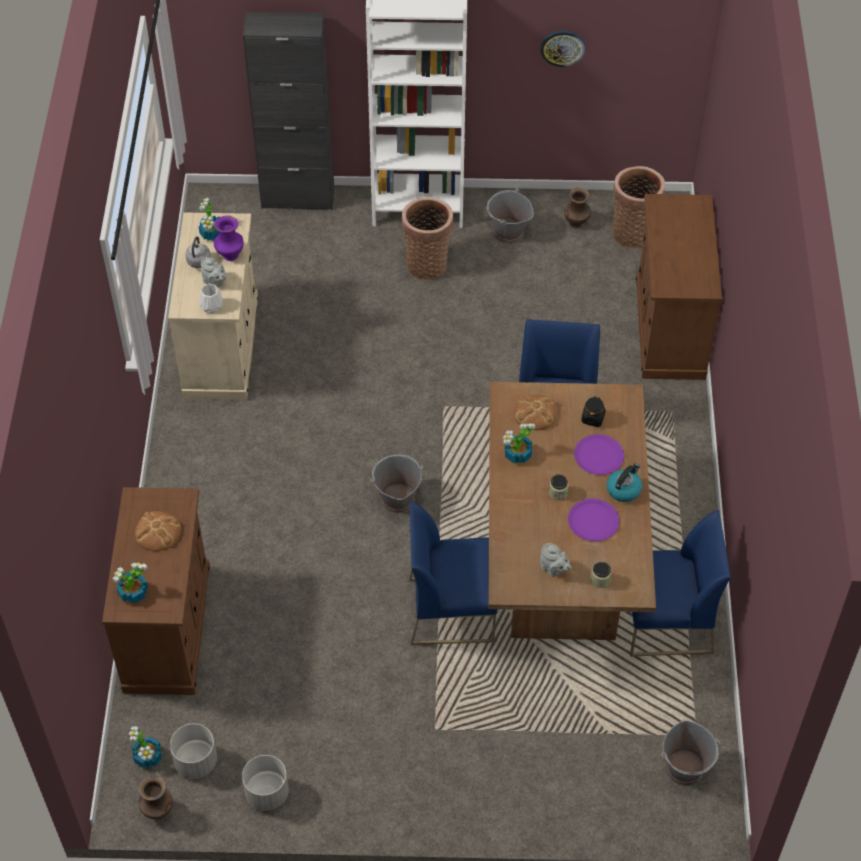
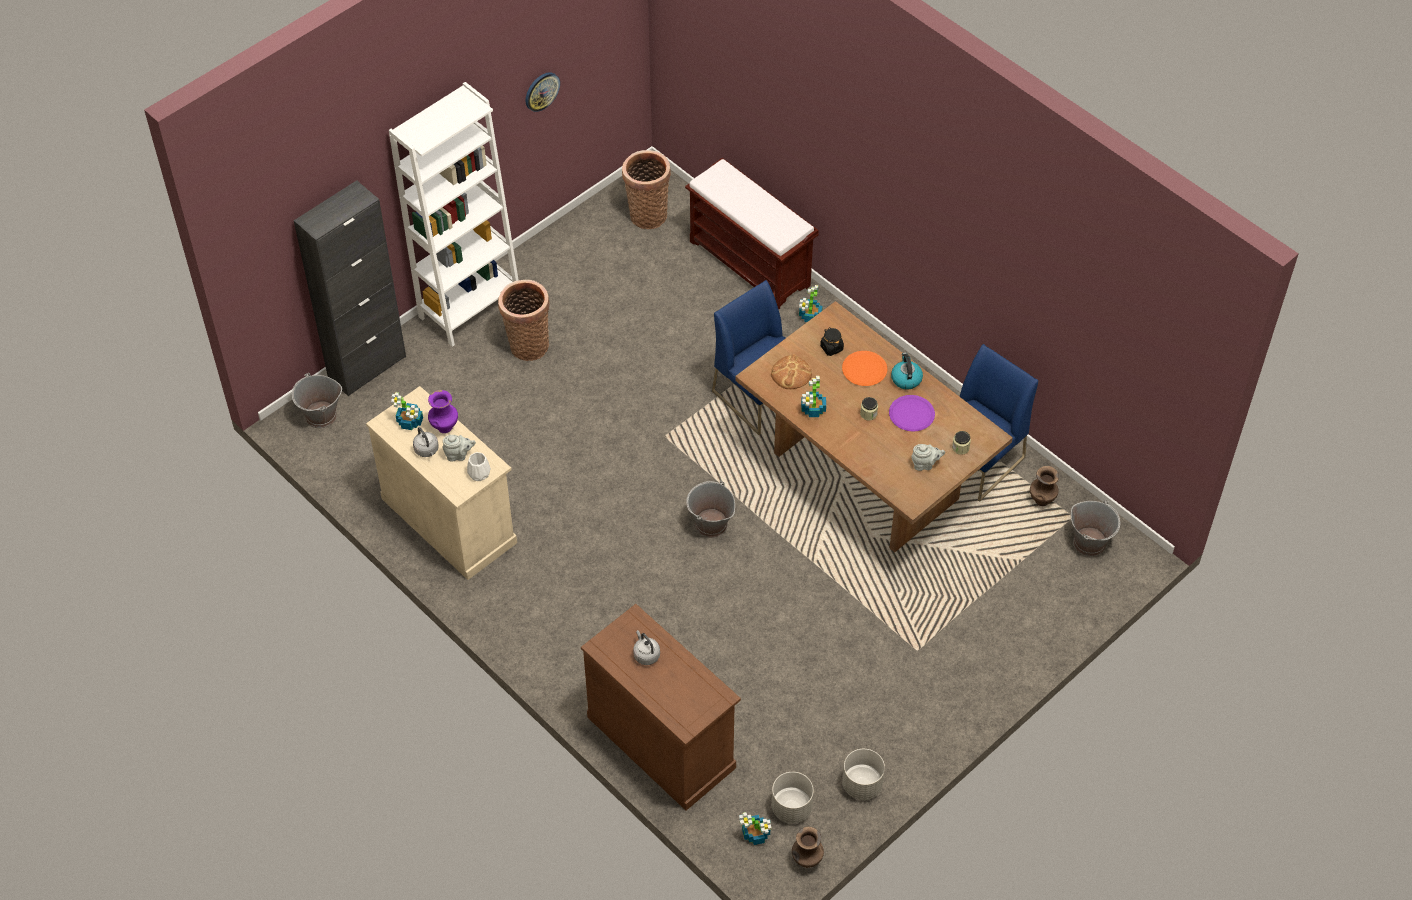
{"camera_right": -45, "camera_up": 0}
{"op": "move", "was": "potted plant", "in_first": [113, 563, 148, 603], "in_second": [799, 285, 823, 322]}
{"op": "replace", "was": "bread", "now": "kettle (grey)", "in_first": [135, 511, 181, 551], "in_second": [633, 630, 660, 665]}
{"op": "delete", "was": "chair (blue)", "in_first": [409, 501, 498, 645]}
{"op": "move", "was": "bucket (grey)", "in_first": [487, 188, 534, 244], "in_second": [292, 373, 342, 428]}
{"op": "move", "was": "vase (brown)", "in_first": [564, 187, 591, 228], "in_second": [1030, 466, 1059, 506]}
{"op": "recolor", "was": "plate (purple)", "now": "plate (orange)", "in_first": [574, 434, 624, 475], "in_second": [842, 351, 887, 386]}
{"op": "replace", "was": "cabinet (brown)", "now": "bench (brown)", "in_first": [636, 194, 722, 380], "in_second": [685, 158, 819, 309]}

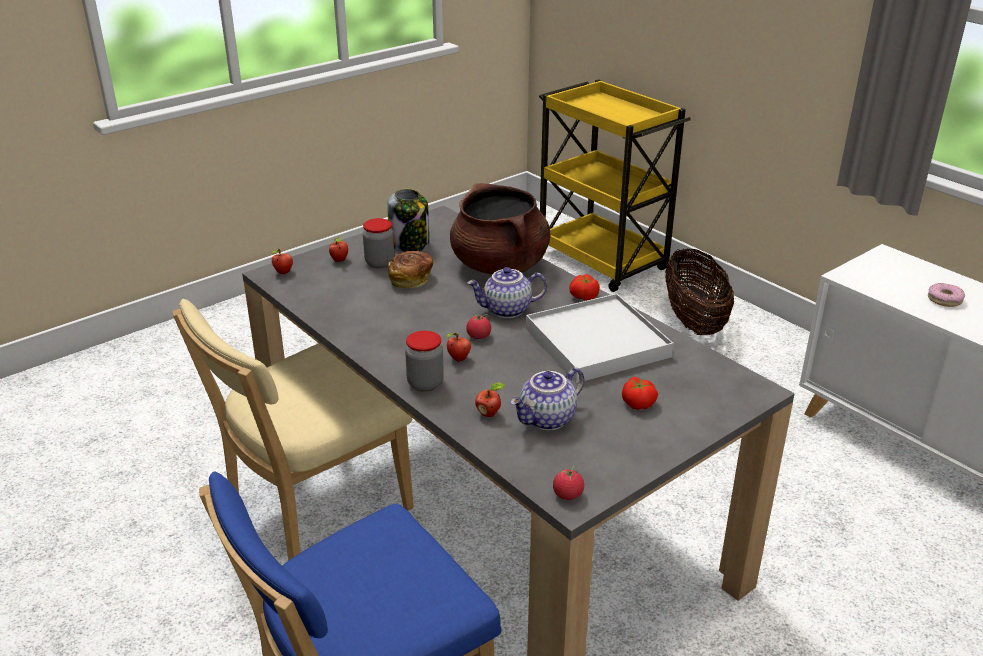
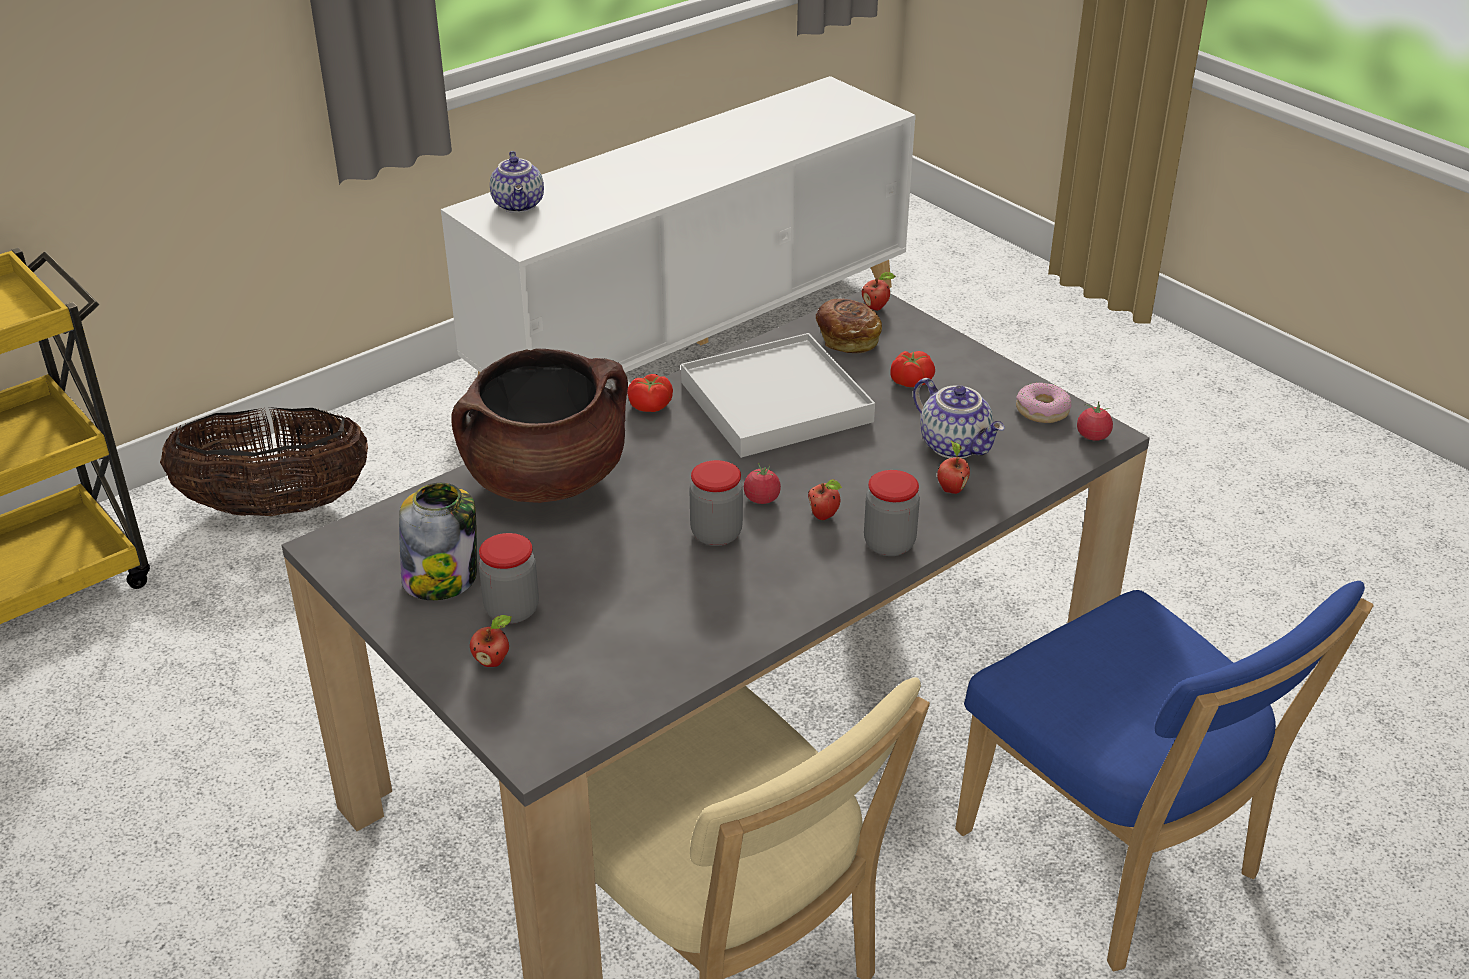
{"camera_right": -90, "camera_up": 5}
{"op": "move", "was": "apple", "in_first": [272, 249, 293, 275], "in_second": [862, 272, 896, 311]}
{"op": "move", "was": "bread", "in_first": [388, 251, 434, 288], "in_second": [816, 299, 882, 353]}
{"op": "move", "was": "teapot", "in_first": [467, 267, 547, 318], "in_second": [490, 151, 544, 213]}
{"op": "move", "was": "donut", "in_first": [928, 283, 965, 307], "in_second": [1016, 382, 1071, 423]}
{"op": "insert", "now": "jar", "in_second": [689, 460, 743, 546]}

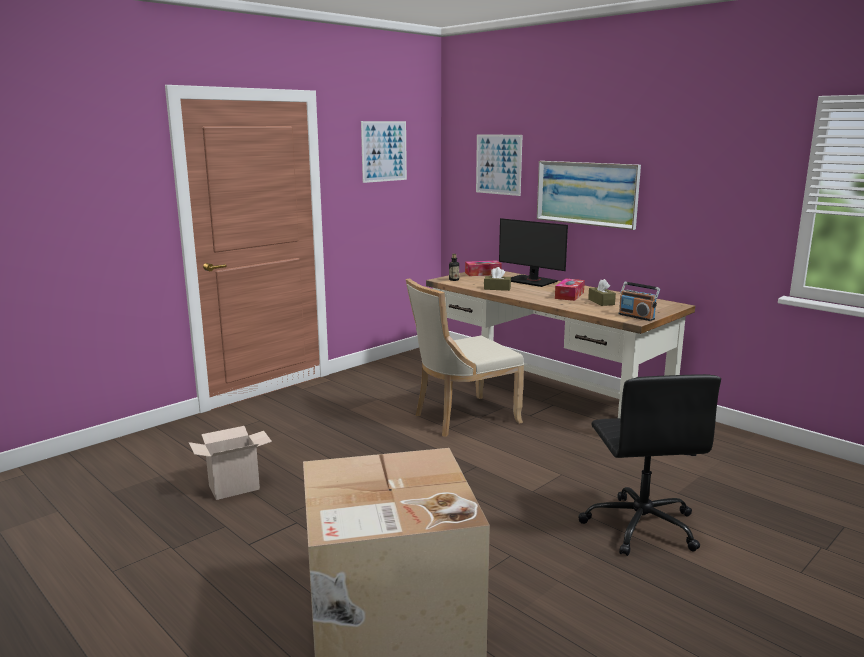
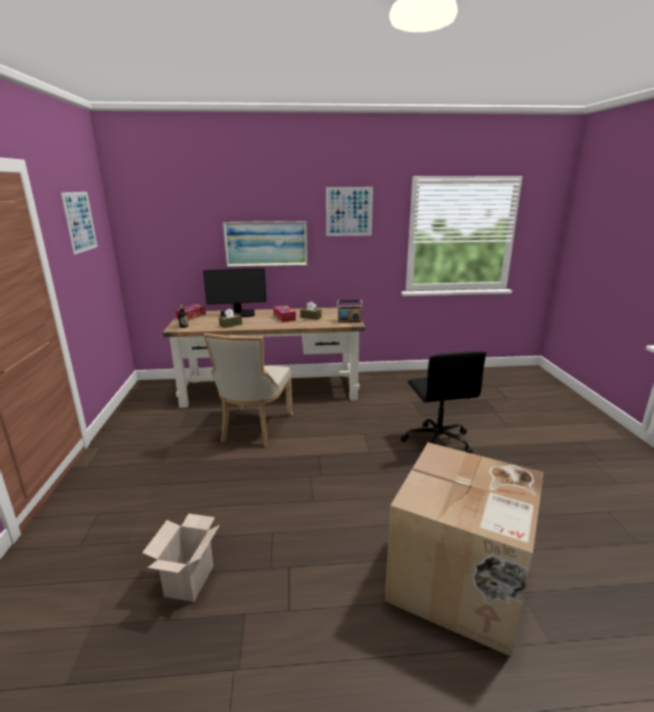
{"camera_right": -50, "camera_up": 5}
{"op": "move", "was": "picture", "in_first": [476, 134, 523, 196], "in_second": [326, 187, 373, 236]}
{"op": "rotate", "was": "office chair (black)", "in_first": [578, 374, 721, 556], "in_second": [401, 351, 486, 453], "clockwise": 45}

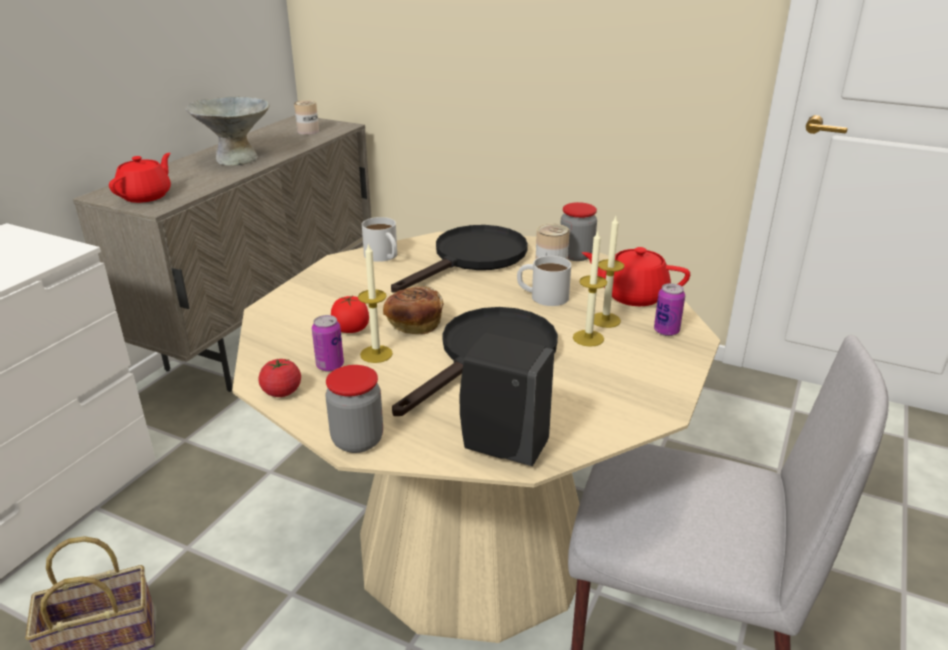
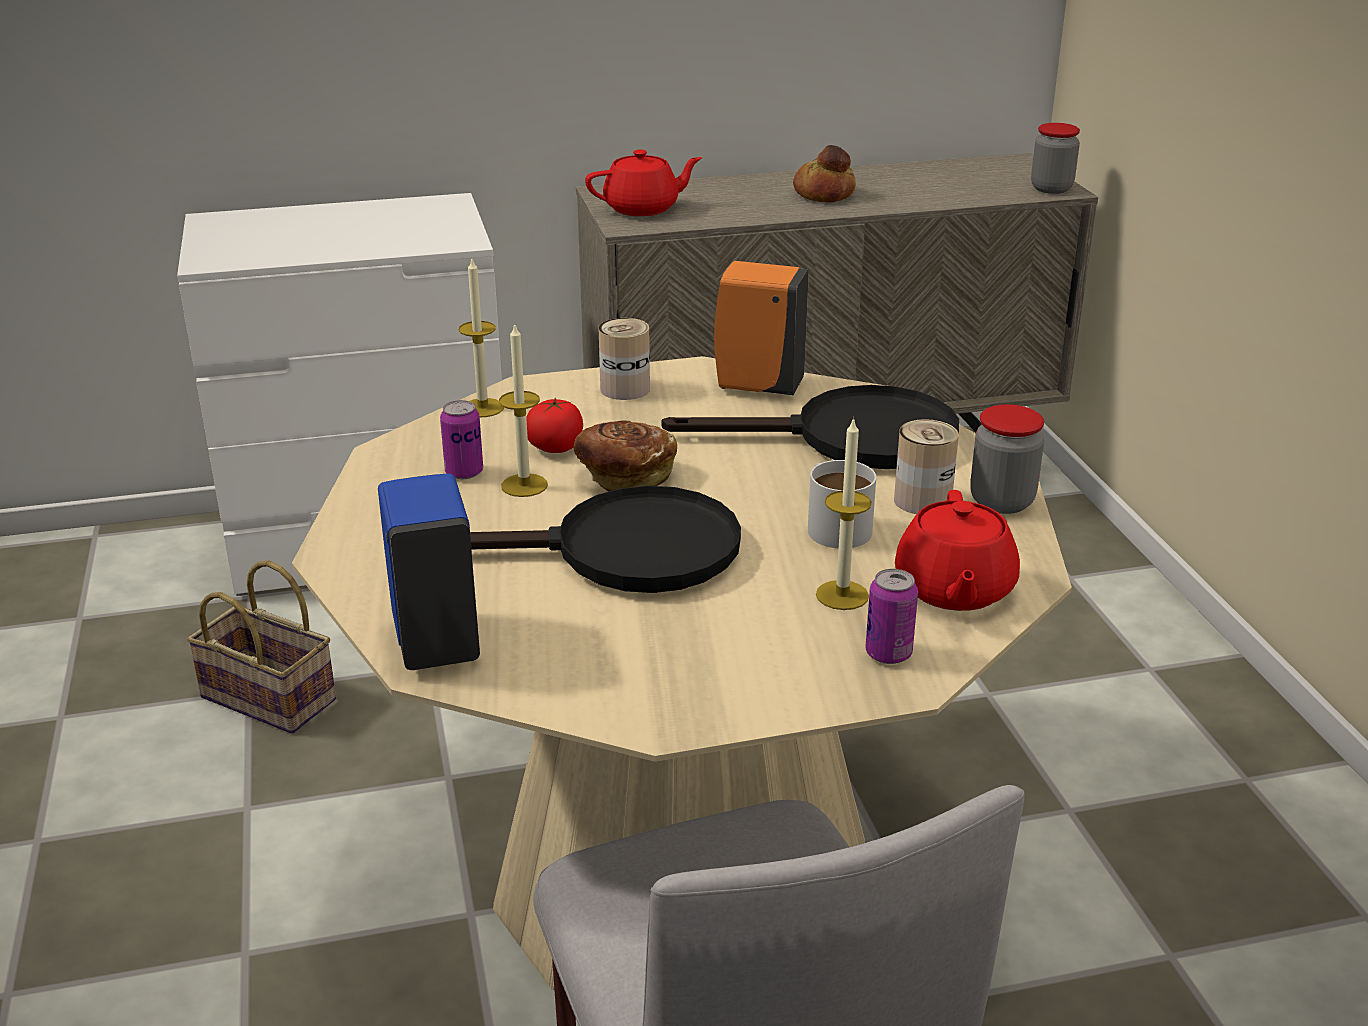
{"camera_right": 50, "camera_up": 0}
{"op": "replace", "was": "bowl (grey)", "now": "bread", "in_first": [185, 97, 269, 166], "in_second": [793, 145, 856, 203]}
{"op": "delete", "was": "tomato", "in_first": [258, 358, 301, 397]}
{"op": "move", "was": "can", "in_first": [294, 100, 319, 135], "in_second": [598, 318, 650, 400]}
{"op": "move", "was": "jar", "in_first": [326, 365, 383, 453], "in_second": [1031, 123, 1080, 194]}
{"op": "replace", "was": "mug (white)", "now": "soap dispenser (orange)", "in_first": [362, 217, 397, 262], "in_second": [714, 261, 809, 395]}
{"op": "recolor", "was": "soap dispenser (black)", "now": "soap dispenser (blue)", "in_first": [460, 333, 554, 466], "in_second": [378, 474, 480, 670]}
{"op": "move", "was": "candle", "in_first": [573, 231, 607, 347], "in_second": [459, 259, 504, 417]}
{"op": "rotate", "was": "teapot (red)", "in_first": [582, 247, 690, 306], "in_second": [895, 490, 1020, 611], "clockwise": -150}

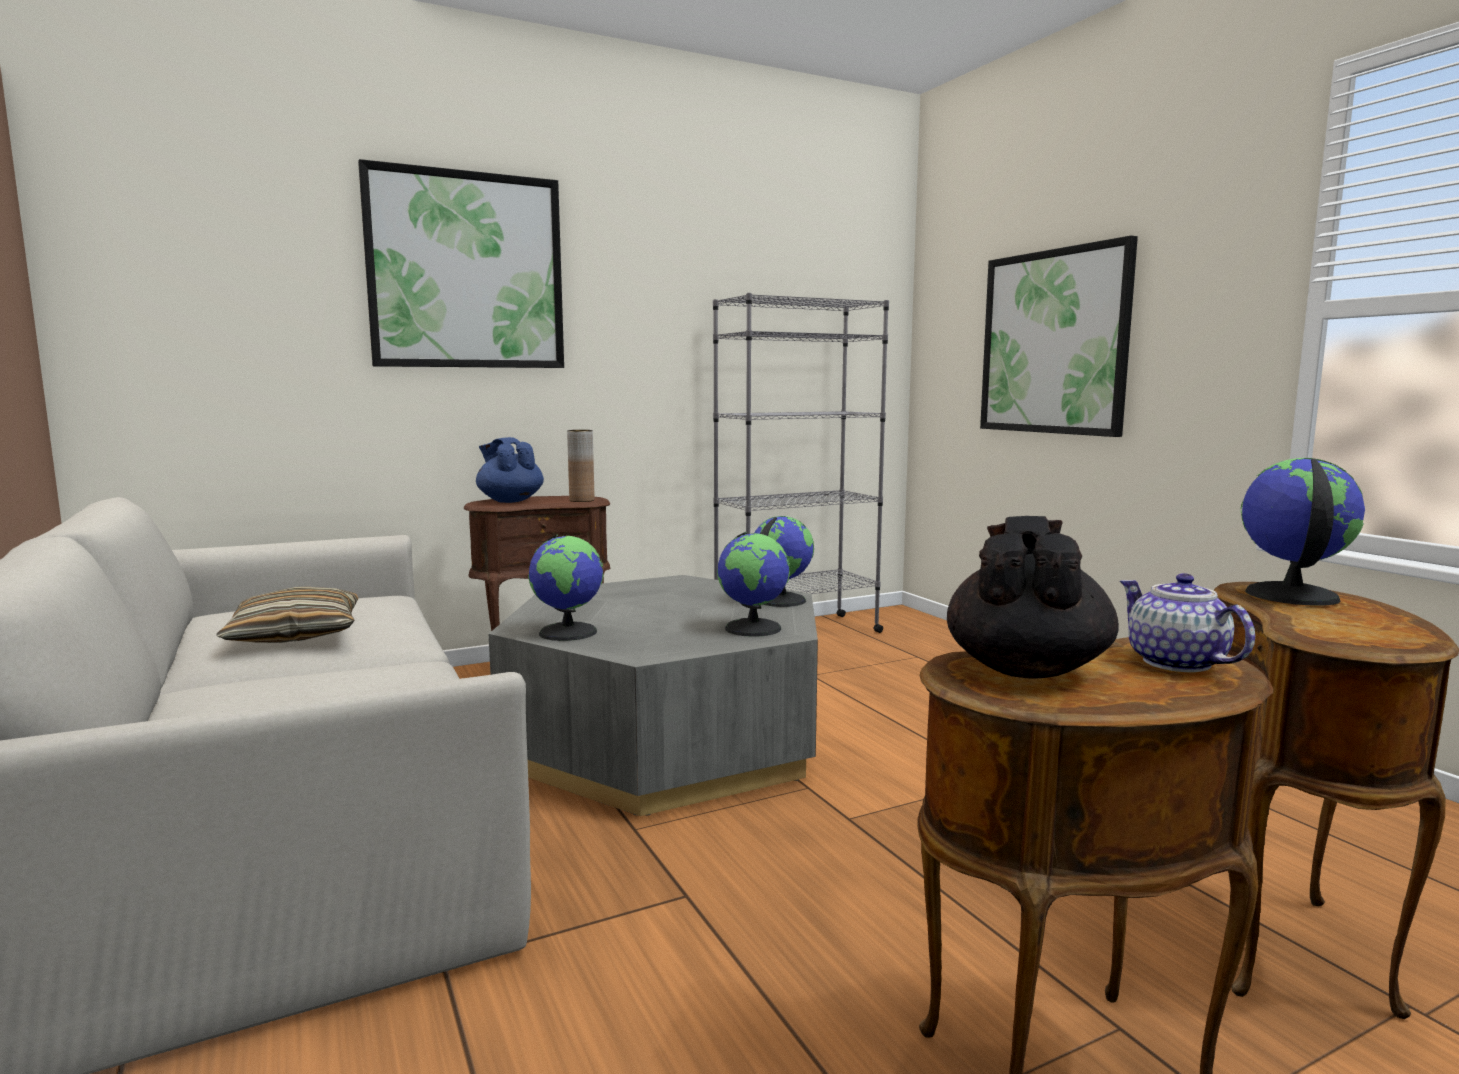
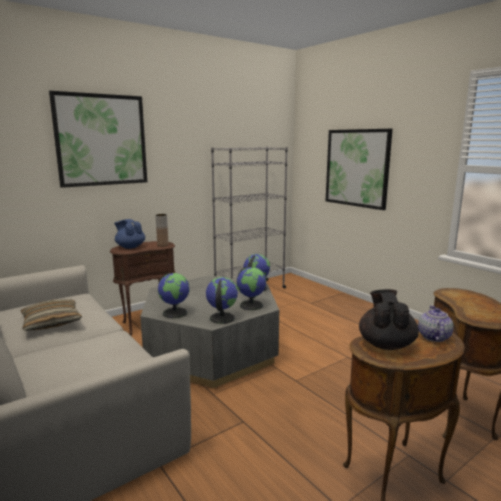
{"camera_right": -10, "camera_up": 5}
{"op": "rotate", "was": "teapot", "in_first": [1120, 573, 1255, 672], "in_second": [418, 305, 454, 342], "clockwise": 45}
{"op": "move", "was": "globe", "in_first": [1241, 458, 1365, 606], "in_second": [206, 277, 238, 324]}

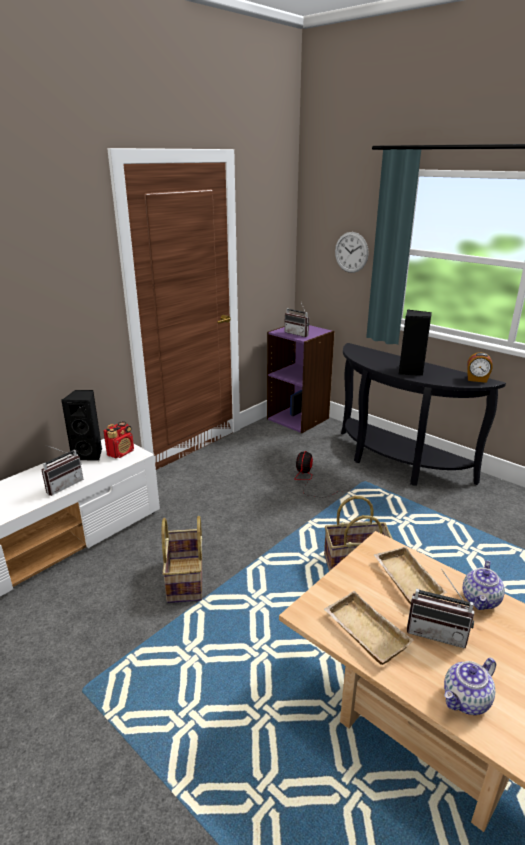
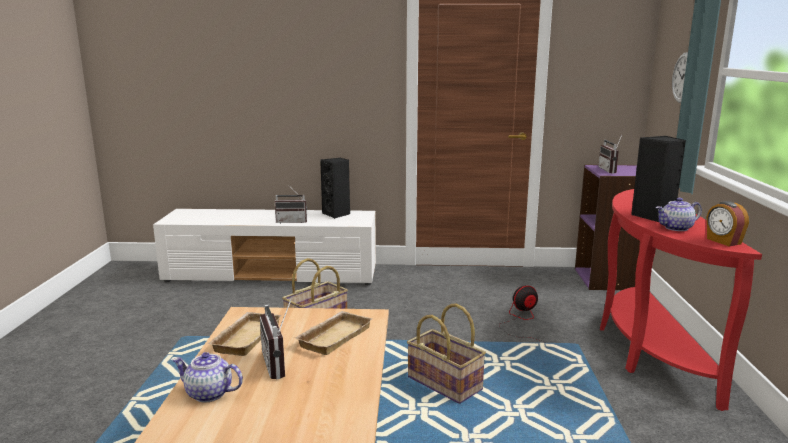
{"camera_right": 50, "camera_up": -10}
{"op": "delete", "was": "radio", "in_first": [103, 421, 134, 459]}
{"op": "recolor", "was": "console table (black)", "now": "console table (red)", "in_first": [341, 343, 506, 486], "in_second": [600, 189, 762, 411]}
{"op": "move", "was": "teapot", "in_first": [463, 560, 505, 610], "in_second": [656, 198, 702, 231]}

